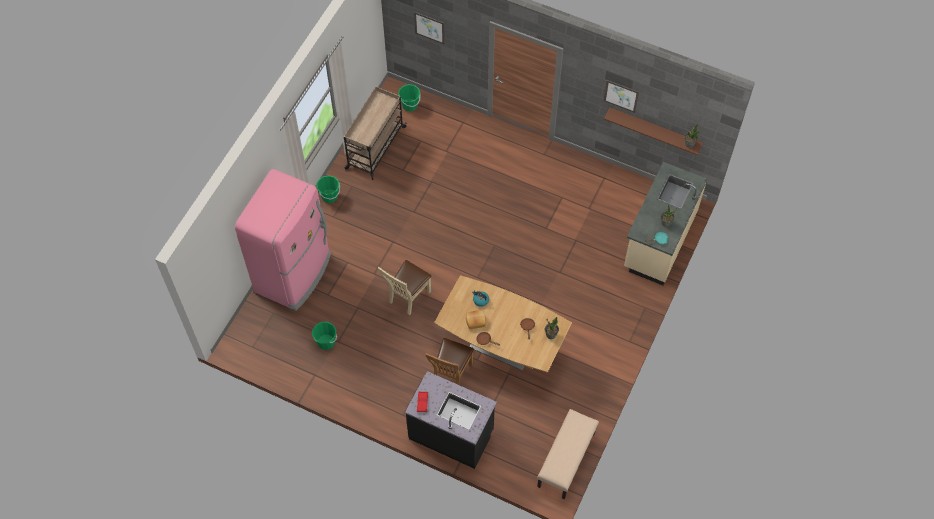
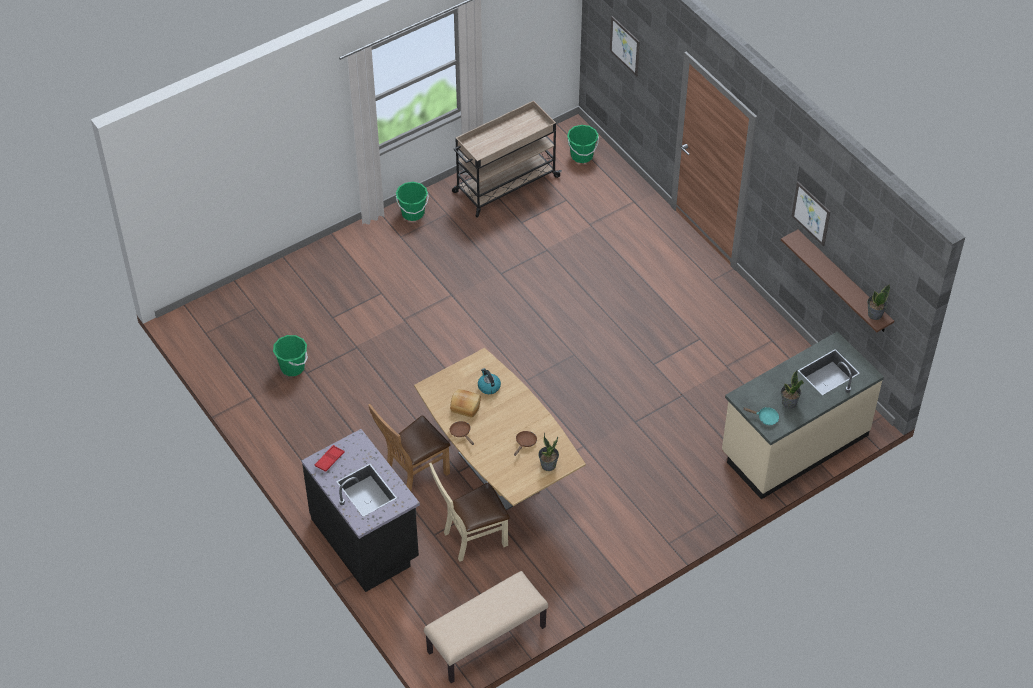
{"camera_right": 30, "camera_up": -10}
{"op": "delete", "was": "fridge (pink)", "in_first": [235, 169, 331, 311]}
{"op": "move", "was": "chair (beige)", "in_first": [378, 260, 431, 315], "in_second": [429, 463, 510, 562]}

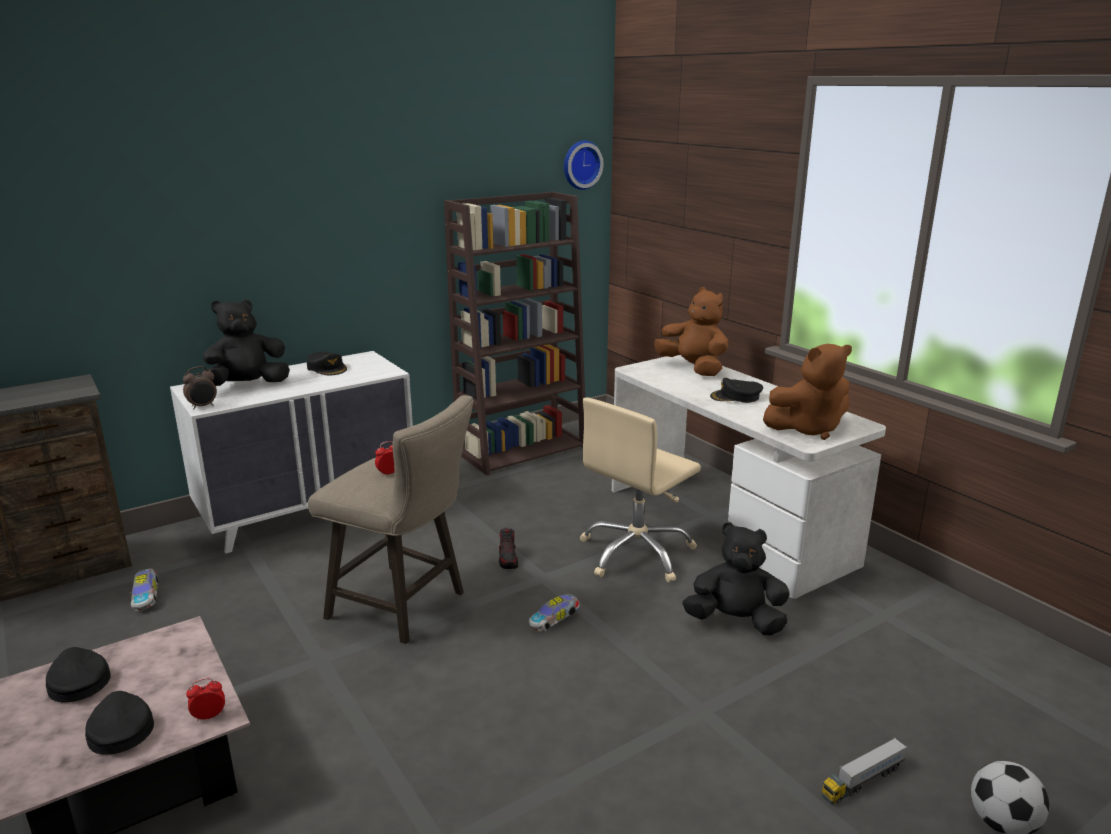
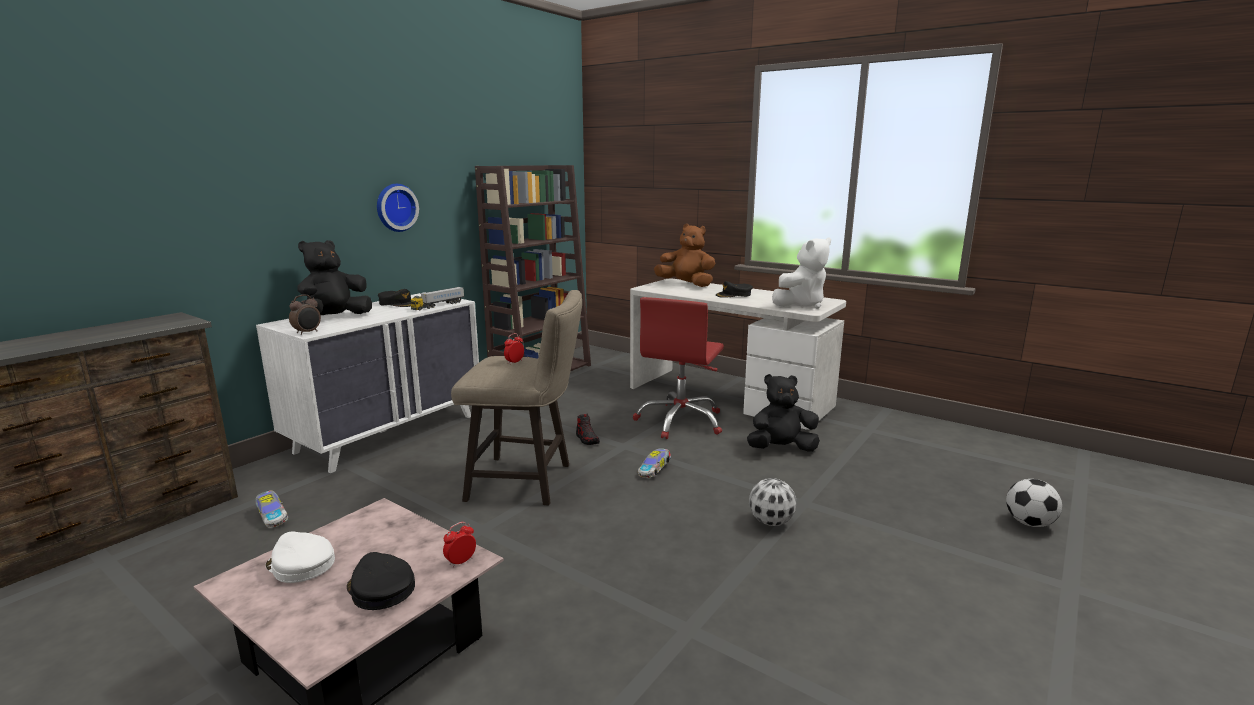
{"camera_right": -20, "camera_up": -5}
{"op": "recolor", "was": "cap (black)", "now": "cap (white)", "in_first": [46, 647, 111, 702], "in_second": [265, 531, 335, 583]}
{"op": "move", "was": "wall clock", "in_first": [564, 140, 603, 190], "in_second": [377, 184, 419, 232]}
{"op": "recolor", "was": "office chair (beige)", "now": "office chair (red)", "in_first": [580, 397, 701, 583], "in_second": [633, 297, 724, 439]}
{"op": "recolor", "was": "plush toy (brown)", "now": "plush toy (white)", "in_first": [763, 344, 852, 440], "in_second": [772, 237, 831, 309]}
{"op": "move", "was": "toy truck", "in_first": [821, 737, 907, 805], "in_second": [410, 287, 464, 310]}
{"op": "insert", "now": "football", "in_second": [749, 478, 797, 526]}

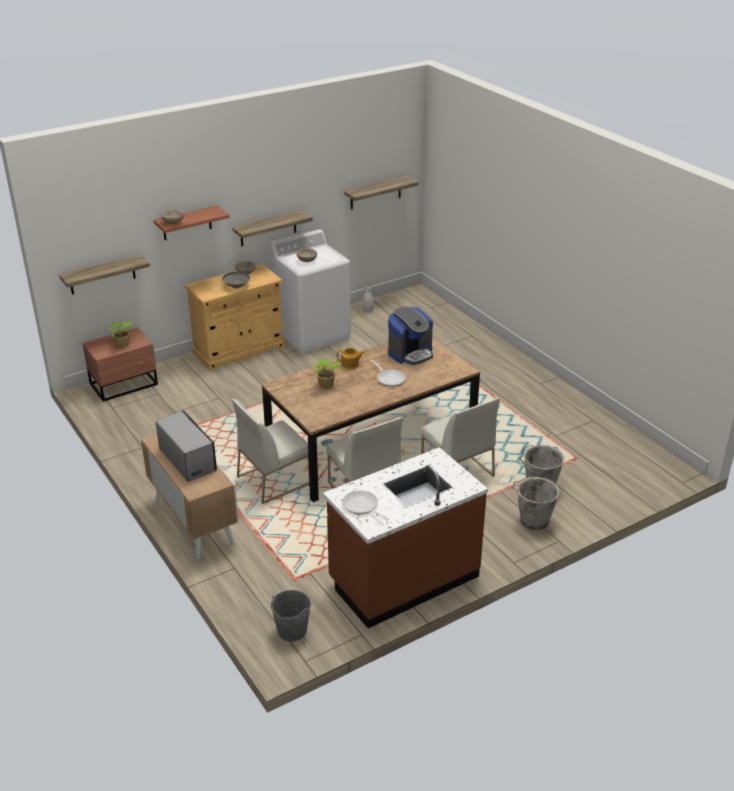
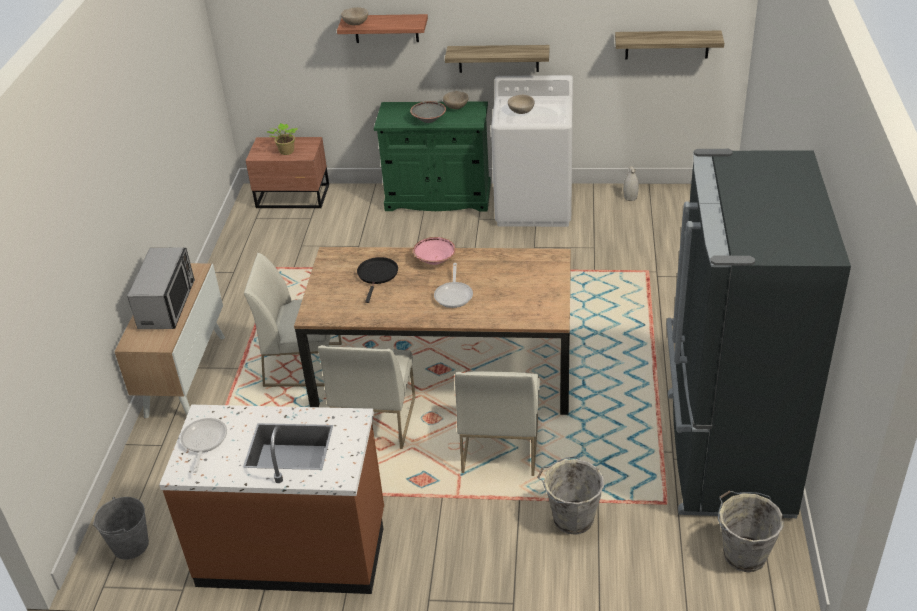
{"camera_right": 40, "camera_up": 5}
{"op": "delete", "was": "shelf", "in_first": [59, 255, 150, 295]}
{"op": "recolor", "was": "cabinet (beige)", "now": "cabinet (green)", "in_first": [185, 264, 285, 371], "in_second": [374, 101, 491, 212]}
{"op": "replace", "was": "potted plant", "now": "frying pan (black)", "in_first": [313, 359, 340, 389], "in_second": [357, 257, 398, 303]}
{"op": "replace", "was": "teapot", "now": "bowl (pink)", "in_first": [337, 348, 365, 369], "in_second": [413, 237, 456, 265]}
{"op": "delete", "was": "coffee machine", "in_first": [388, 306, 433, 365]}
{"op": "move", "was": "bucket (grey)", "in_first": [512, 475, 560, 530], "in_second": [718, 491, 784, 572]}
{"op": "insert", "now": "fridge (black)", "in_second": [666, 149, 851, 518]}

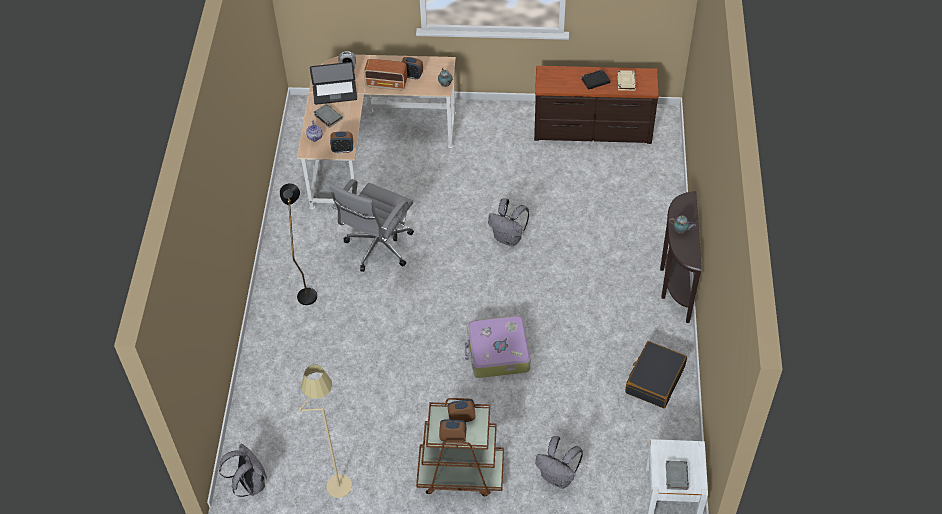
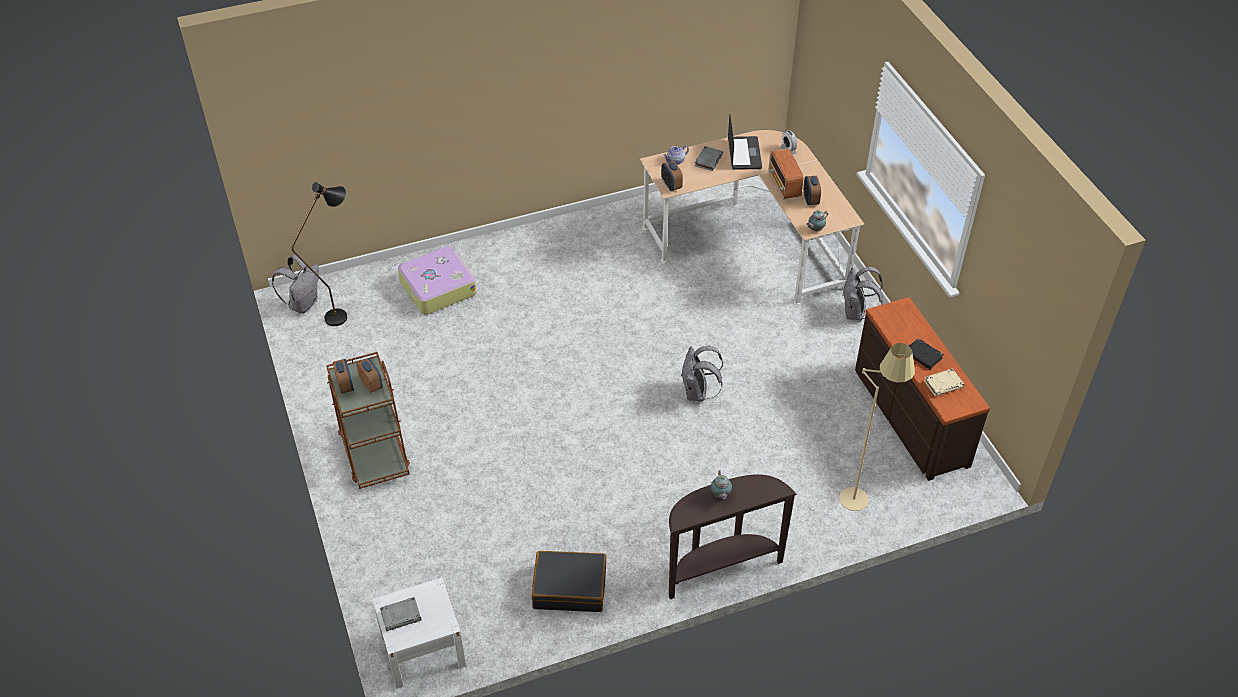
{"camera_right": 65, "camera_up": -5}
{"op": "move", "was": "floor lamp (black)", "in_first": [280, 183, 317, 305], "in_second": [292, 182, 347, 326]}
{"op": "move", "was": "floor lamp (beige)", "in_first": [299, 364, 352, 498], "in_second": [839, 343, 915, 511]}
{"op": "rotate", "was": "laptop", "in_first": [310, 62, 357, 105], "in_second": [728, 115, 762, 170], "clockwise": -150}
{"op": "delete", "was": "office chair (grey)", "in_first": [329, 179, 414, 272]}
{"op": "move", "was": "suitcase", "in_first": [465, 316, 531, 378], "in_second": [398, 246, 476, 315]}
{"op": "move", "was": "backpack (grey)", "in_first": [535, 436, 583, 489], "in_second": [842, 267, 883, 321]}

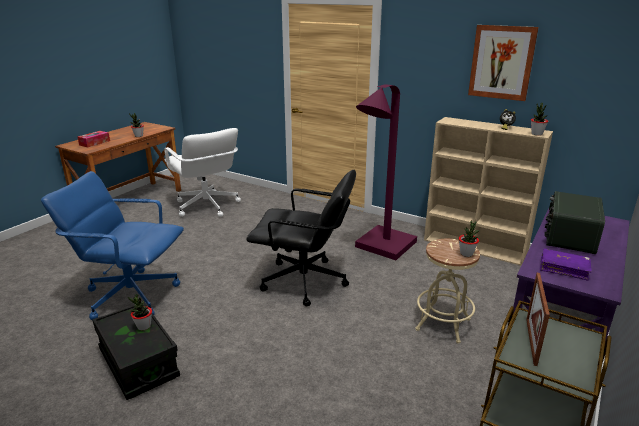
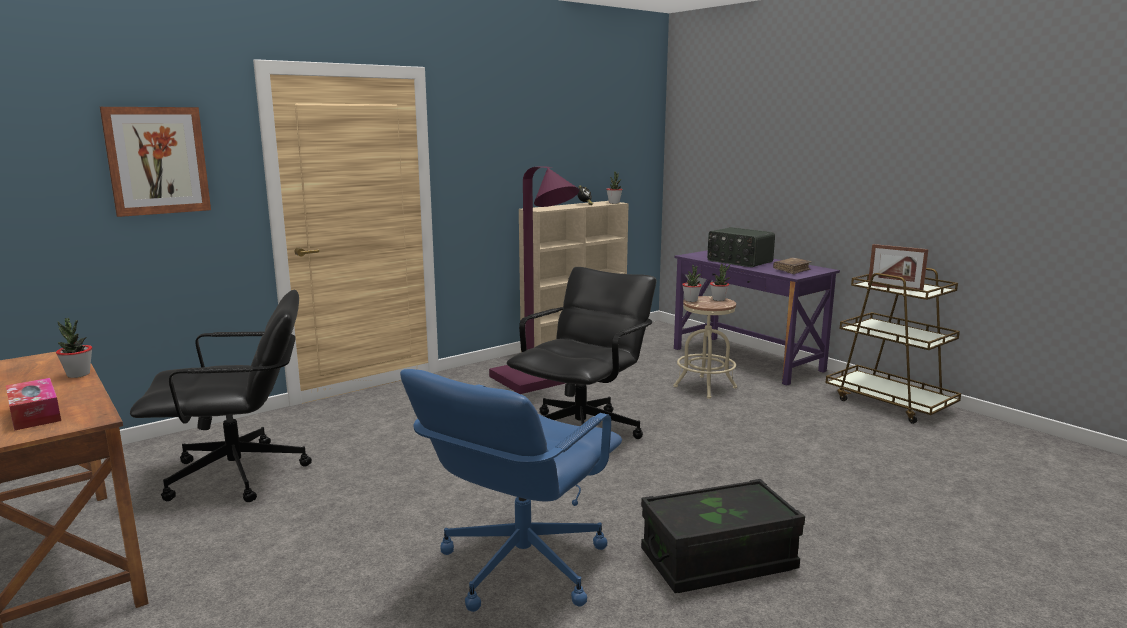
{"camera_right": -70, "camera_up": -10}
{"op": "move", "was": "potted plant", "in_first": [128, 294, 152, 331], "in_second": [682, 265, 702, 302]}
{"op": "recolor", "was": "office chair (white)", "now": "office chair (black)", "in_first": [164, 128, 241, 217], "in_second": [130, 290, 312, 502]}
{"op": "move", "was": "picture", "in_first": [468, 25, 539, 101], "in_second": [100, 107, 211, 217]}
{"op": "recolor", "was": "book (purple)", "now": "book (brown)", "in_first": [540, 248, 592, 281], "in_second": [773, 258, 811, 274]}

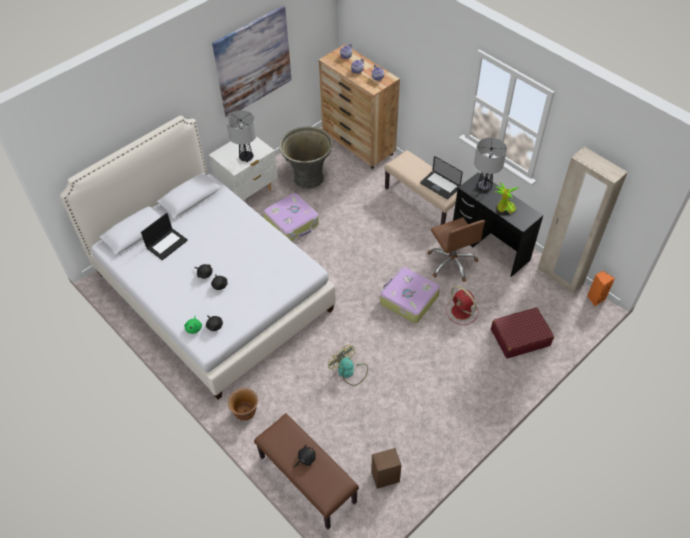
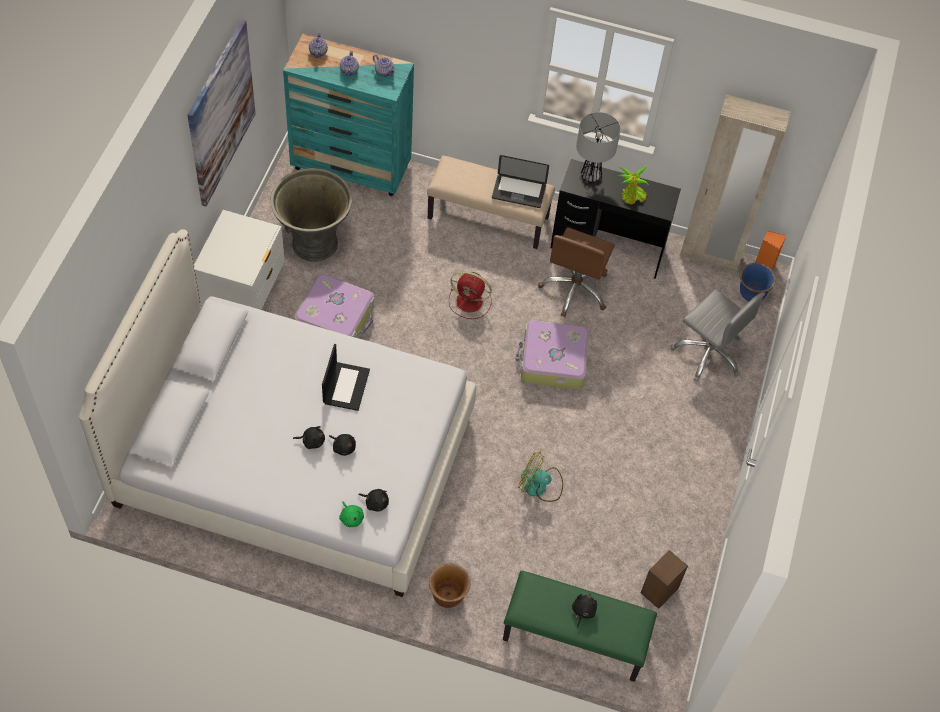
{"camera_right": -35, "camera_up": 5}
{"op": "move", "was": "laptop", "in_first": [141, 213, 188, 260], "in_second": [322, 344, 370, 411]}
{"op": "delete", "was": "table lamp", "in_first": [226, 110, 257, 162]}
{"op": "recolor", "was": "bench (brown)", "now": "bench (green)", "in_first": [254, 413, 359, 529], "in_second": [503, 571, 657, 682]}
{"op": "recolor", "was": "dresser (brown)", "now": "dresser (turquoise)", "in_first": [319, 44, 400, 169], "in_second": [283, 34, 414, 196]}
{"op": "rotate", "was": "office chair (brown)", "in_first": [427, 217, 485, 282], "in_second": [538, 227, 615, 317], "clockwise": 75}
{"op": "move", "was": "fan (red)", "in_first": [446, 286, 478, 325], "in_second": [449, 271, 492, 319]}
{"op": "replace", "was": "suitcase (red)", "now": "office chair (grey)", "in_first": [491, 307, 554, 359], "in_second": [671, 289, 765, 382]}
{"op": "insert", "now": "planter (blue)", "in_second": [740, 263, 776, 301]}

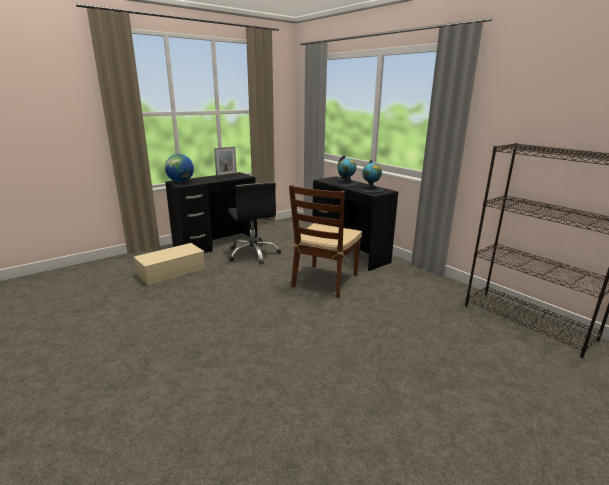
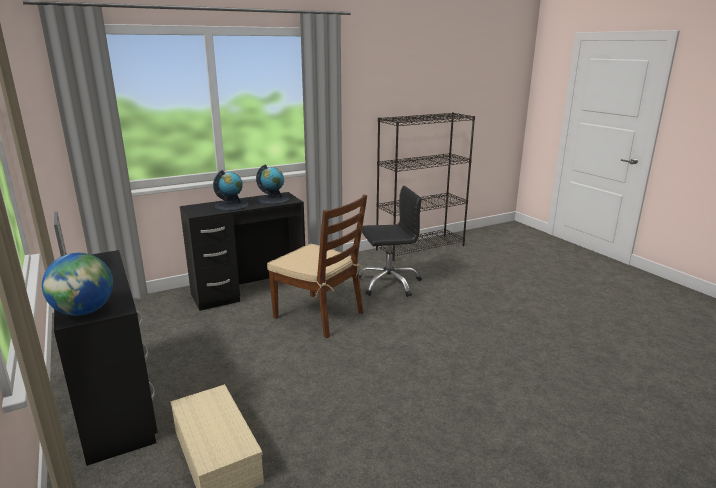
{"camera_right": -80, "camera_up": 0}
{"op": "move", "was": "office chair (black)", "in_first": [228, 182, 281, 264], "in_second": [359, 186, 422, 297]}

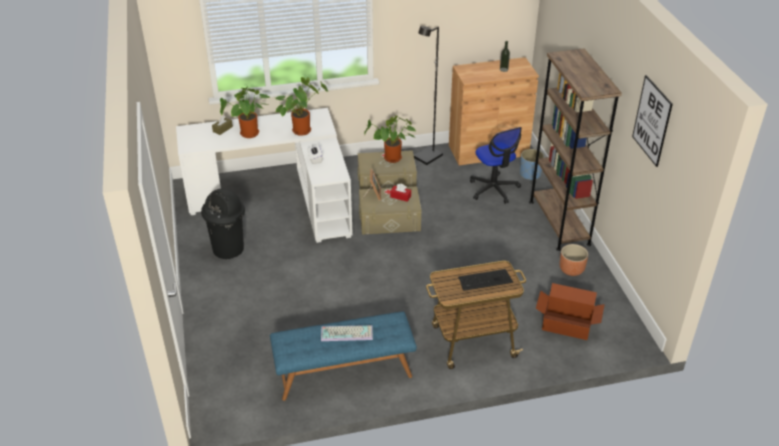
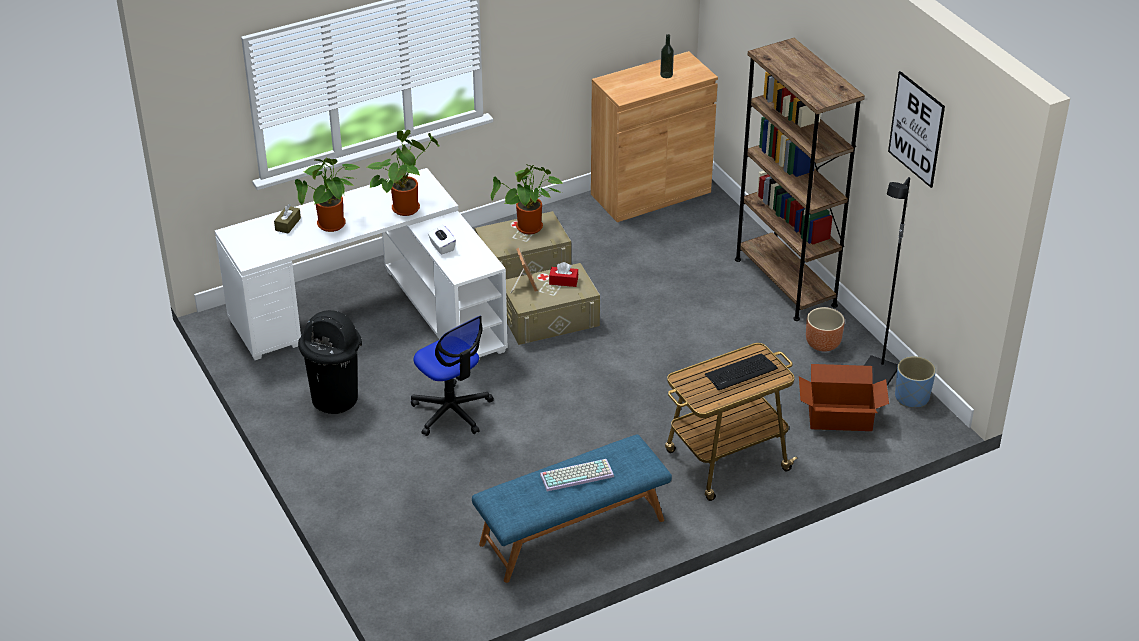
{"camera_right": -15, "camera_up": 0}
{"op": "move", "was": "floor lamp (black)", "in_first": [414, 26, 443, 165], "in_second": [864, 177, 910, 386]}
{"op": "move", "was": "office chair", "in_first": [470, 127, 522, 204], "in_second": [411, 316, 494, 436]}
{"op": "move", "was": "planter (blue)", "in_first": [520, 149, 544, 180], "in_second": [895, 356, 936, 408]}

